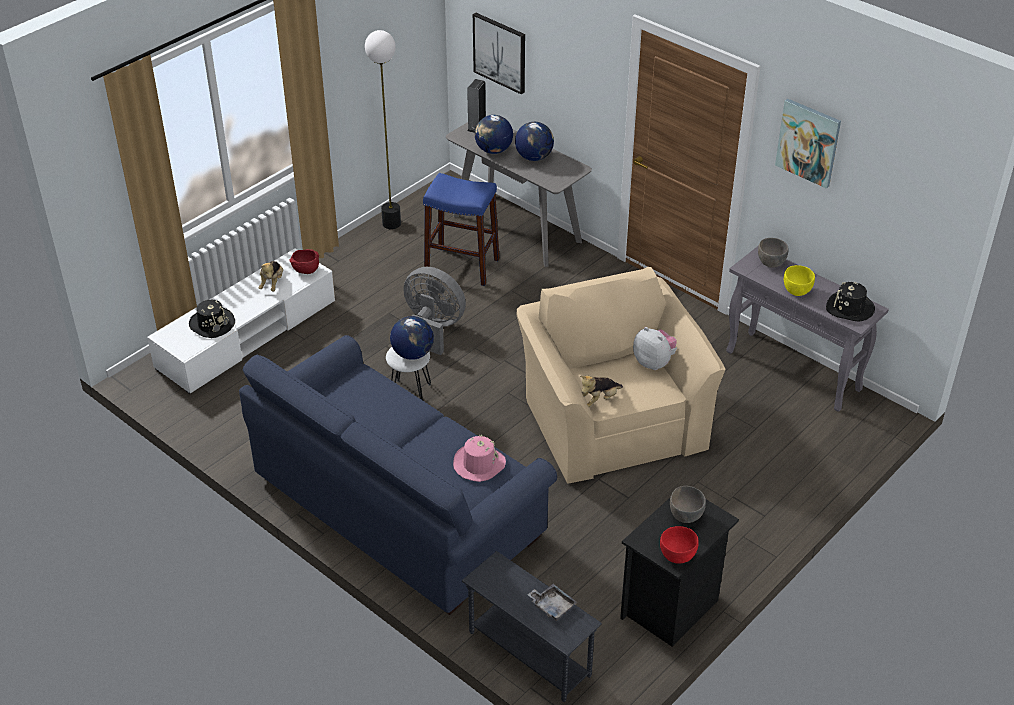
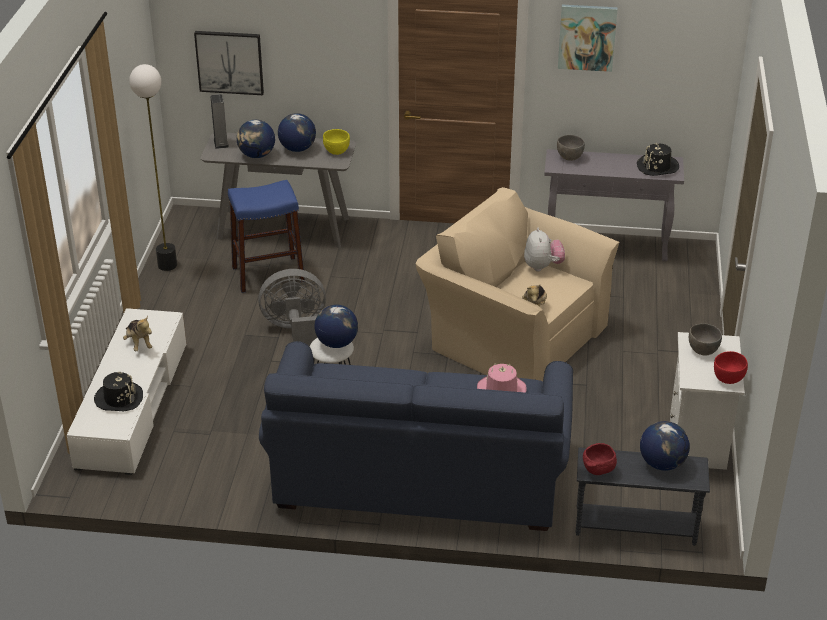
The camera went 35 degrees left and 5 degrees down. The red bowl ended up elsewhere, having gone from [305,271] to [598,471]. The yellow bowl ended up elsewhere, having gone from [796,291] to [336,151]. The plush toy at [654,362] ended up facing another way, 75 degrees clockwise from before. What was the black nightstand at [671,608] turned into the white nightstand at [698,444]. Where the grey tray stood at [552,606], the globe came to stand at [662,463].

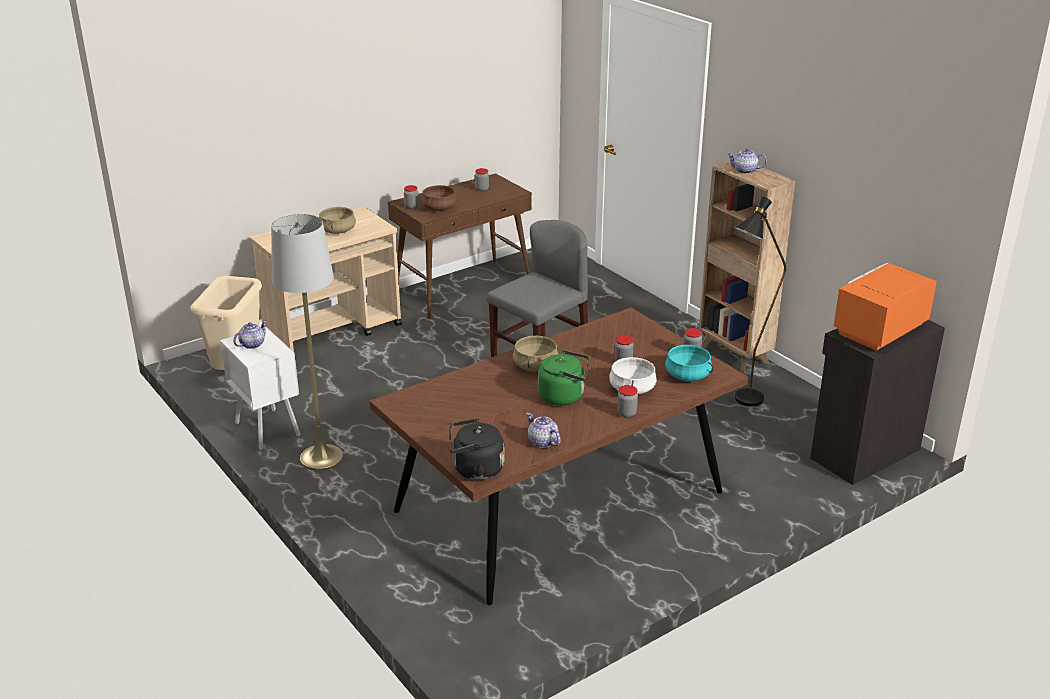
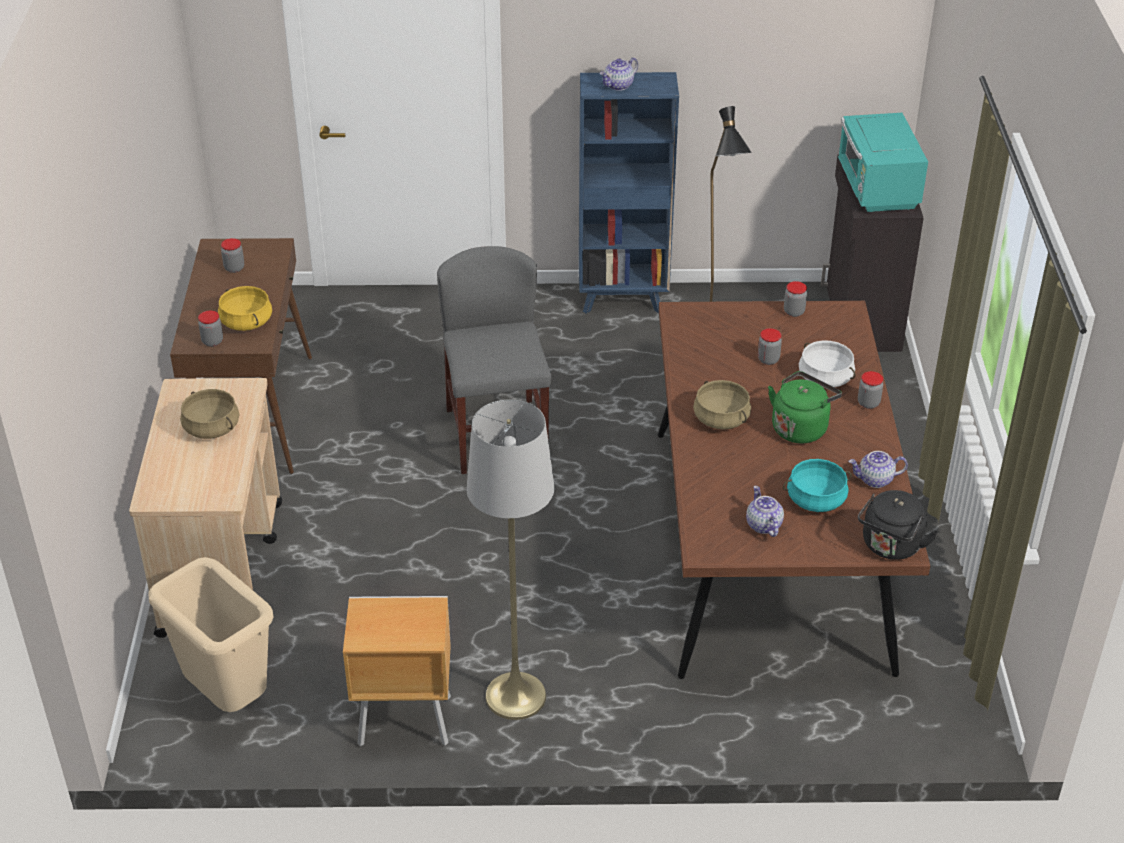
The camera went 55 degrees left and 10 degrees up. What was the brown bookcase at [734,356] turned into the blue bookcase at [623,299]. What was the brown cooking pot at [439,208] turned into the yellow cooking pot at [246,322]. What was the orange microwave at [878,330] turned into the turquoise microwave at [877,188]. The teapot ended up elsewhere, having gone from [252,344] to [763,525]. What was the white nightstand at [268,428] turned into the brown nightstand at [402,720]. The turquoise cooking pot ended up elsewhere, having gone from [688,375] to [816,499].

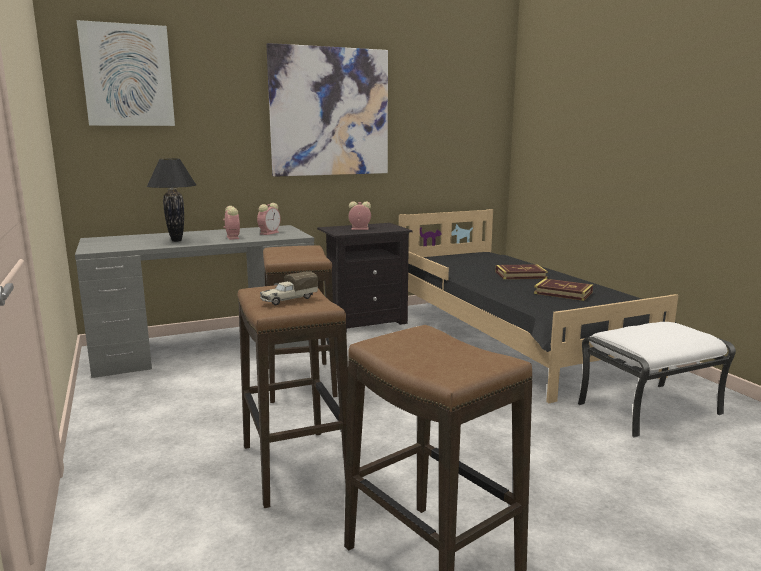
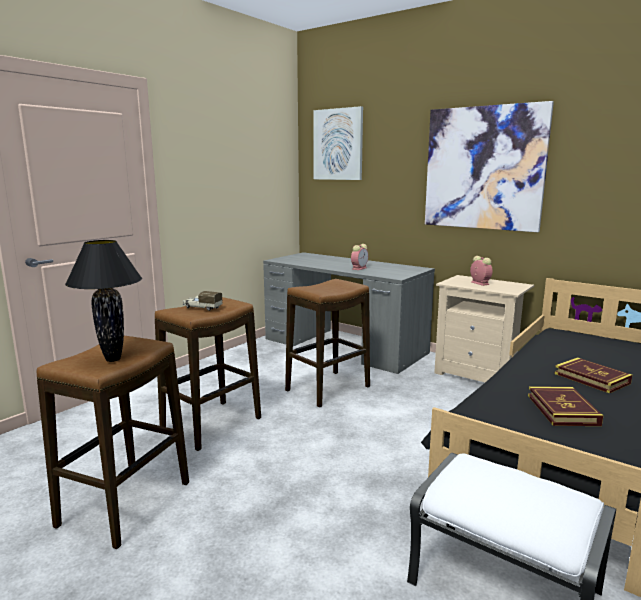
The camera went 60 degrees right and 0 degrees up. The black table lamp ended up elsewhere, having gone from [177,240] to [113,359]. The second view lost the alarm clock at [269,233]. What was the black nightstand at [365,321] turned into the beige nightstand at [478,374].

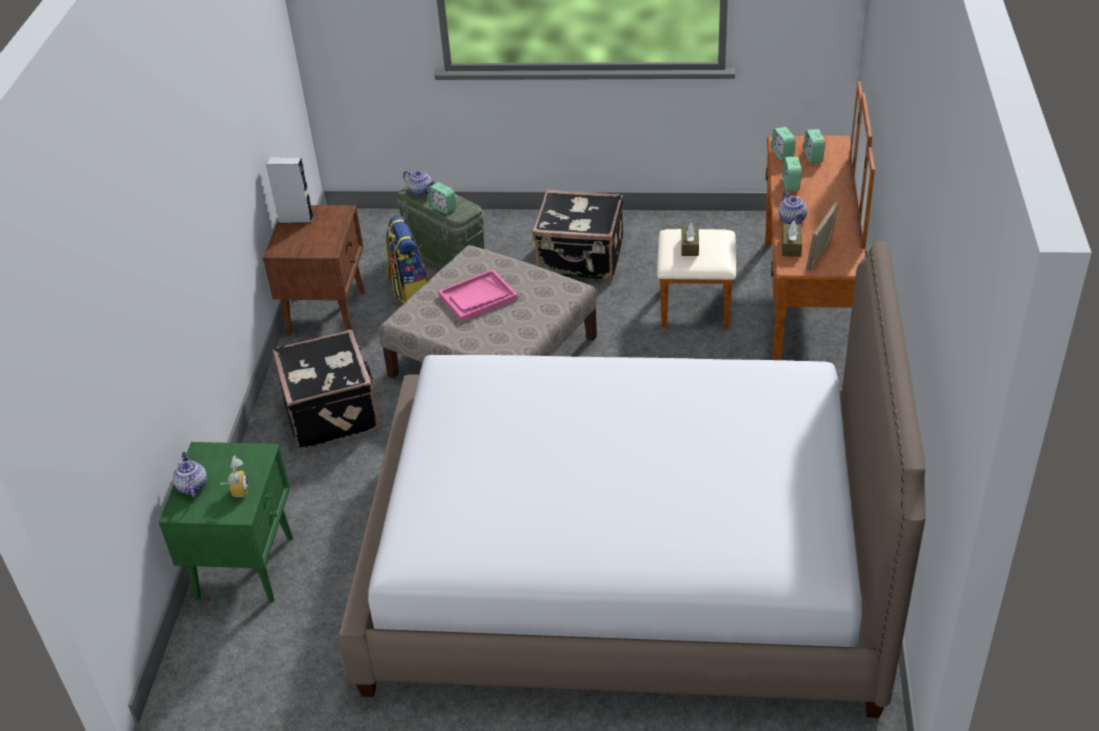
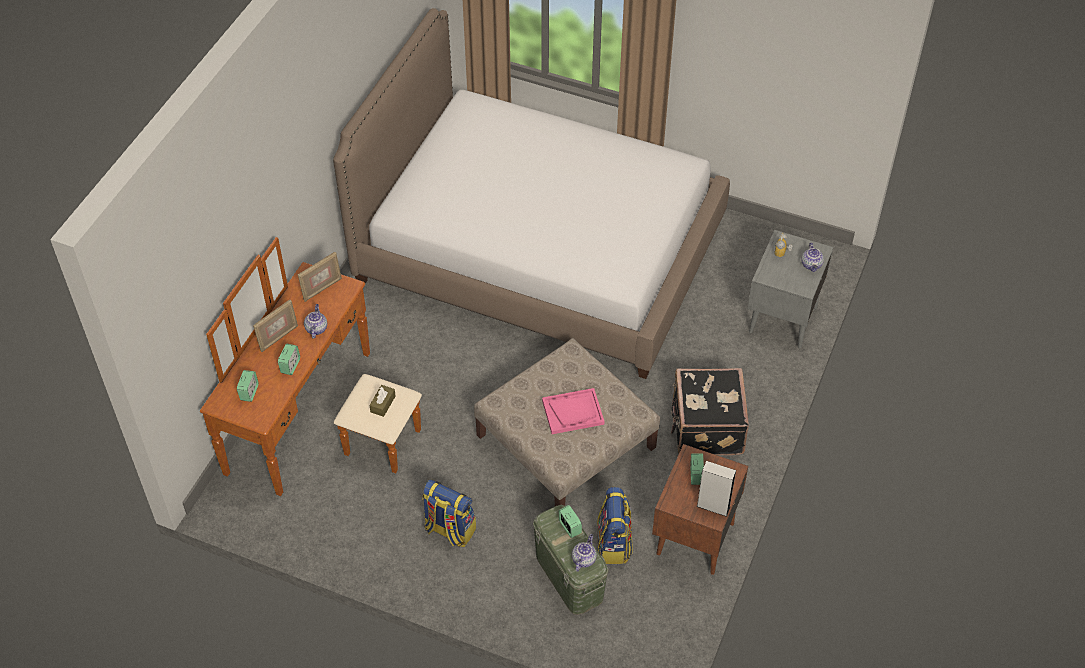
The camera went 165 degrees left and 10 degrees up. The alarm clock ended up elsewhere, having gone from [782,154] to [696,475]. The teapot at [421,191] ended up facing another way, 60 degrees clockwise from before. Where the black suitcase stood at [581,259], the backpack came to stand at [449,530]. The second view lost the brown tissue box at [791,246]. What was the green nightstand at [246,566] turned into the grey nightstand at [782,320]. The second view gained the picture frame at [278,337].

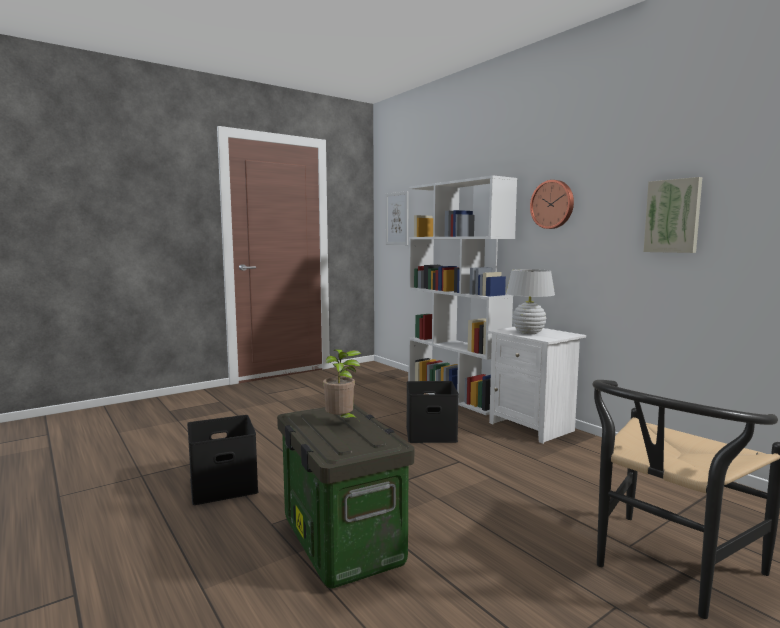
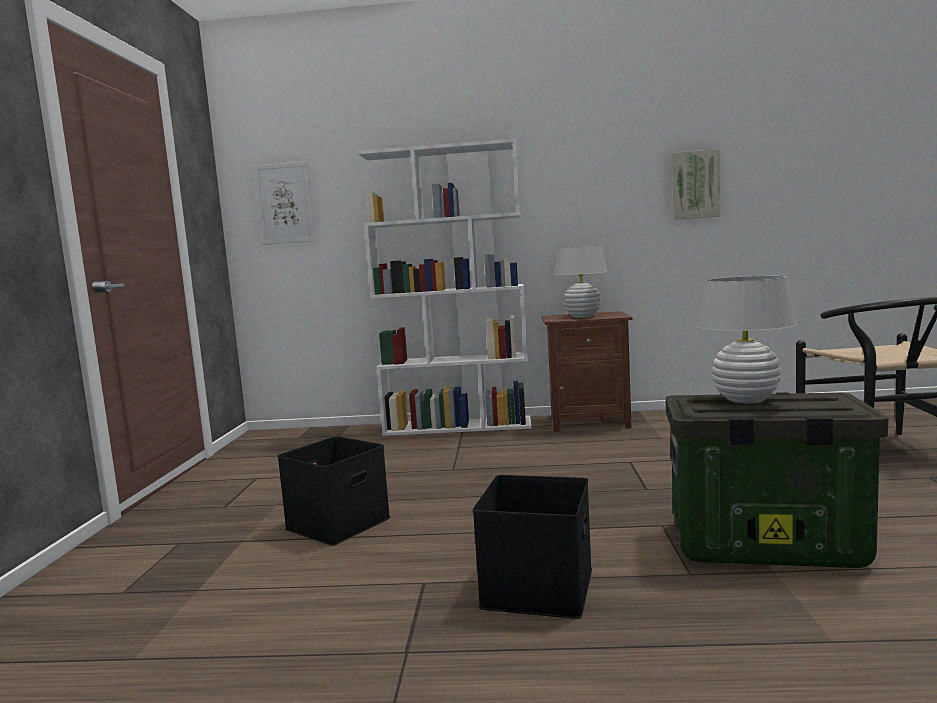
The camera went 50 degrees left and 0 degrees up. The second view lost the wall clock at [553,204]. What was the white nightstand at [532,426] turned into the brown nightstand at [588,422]. Where the potted plant stood at [341,421], the white table lamp came to stand at [746,399]. The black storage box ended up elsewhere, having gone from [432,433] to [338,522].

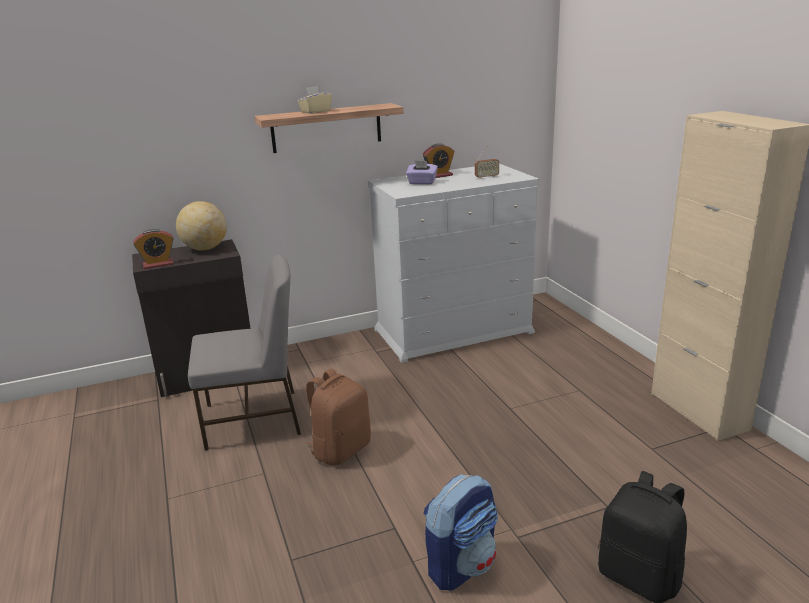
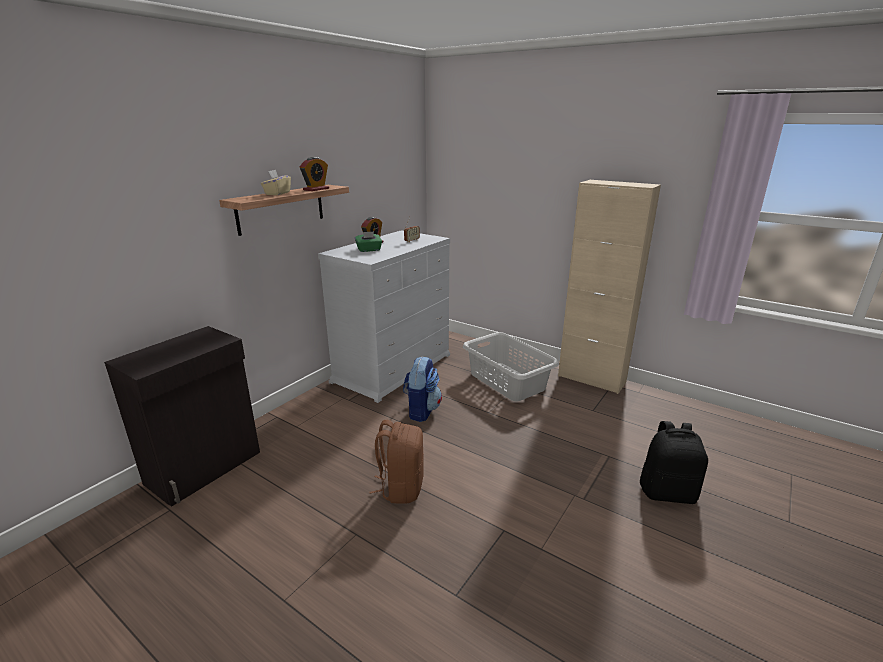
The camera went 35 degrees left and 0 degrees up. What was the purple tissue box at [422,182] turned into the green tissue box at [369,250]. The second view lost the globe at [205,248]. The alarm clock ended up elsewhere, having gone from [158,264] to [316,189]. The second view lost the grey chair at [255,419]. The backpack ended up elsewhere, having gone from [461,565] to [421,410]. The second view gained the grey laundry basket at [507,381].

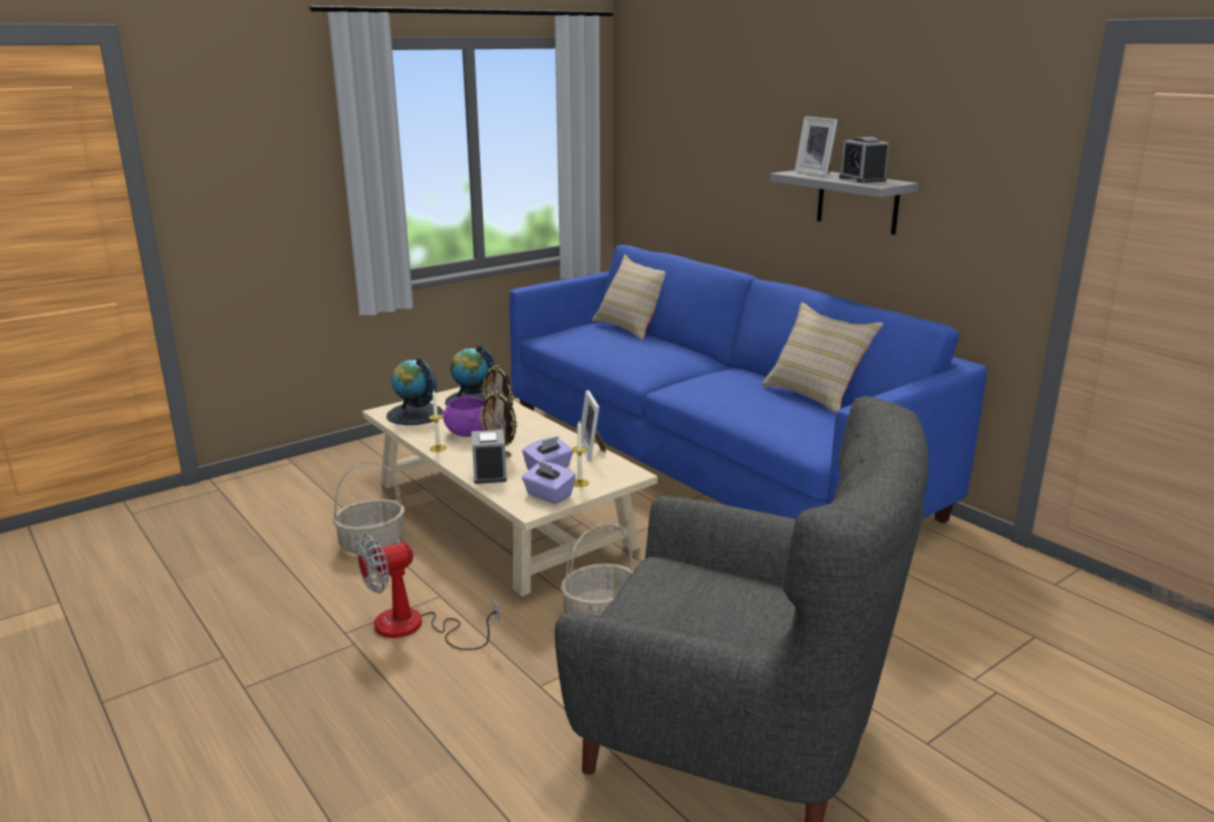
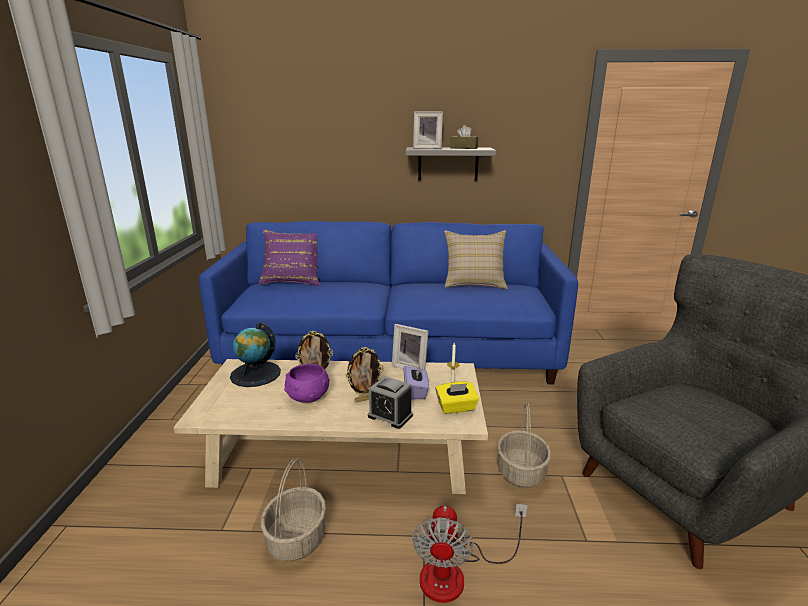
The camera went 50 degrees left and 0 degrees up. Where the alarm clock stood at [862,179], the brown tissue box came to stand at [464,148]. What was the beige pillow at [632,327] turned into the purple pillow at [293,280]. The second view lost the globe at [414,414]. The second view lost the candle at [438,448]. What was the purple tissue box at [548,495] turned into the yellow tissue box at [456,408].

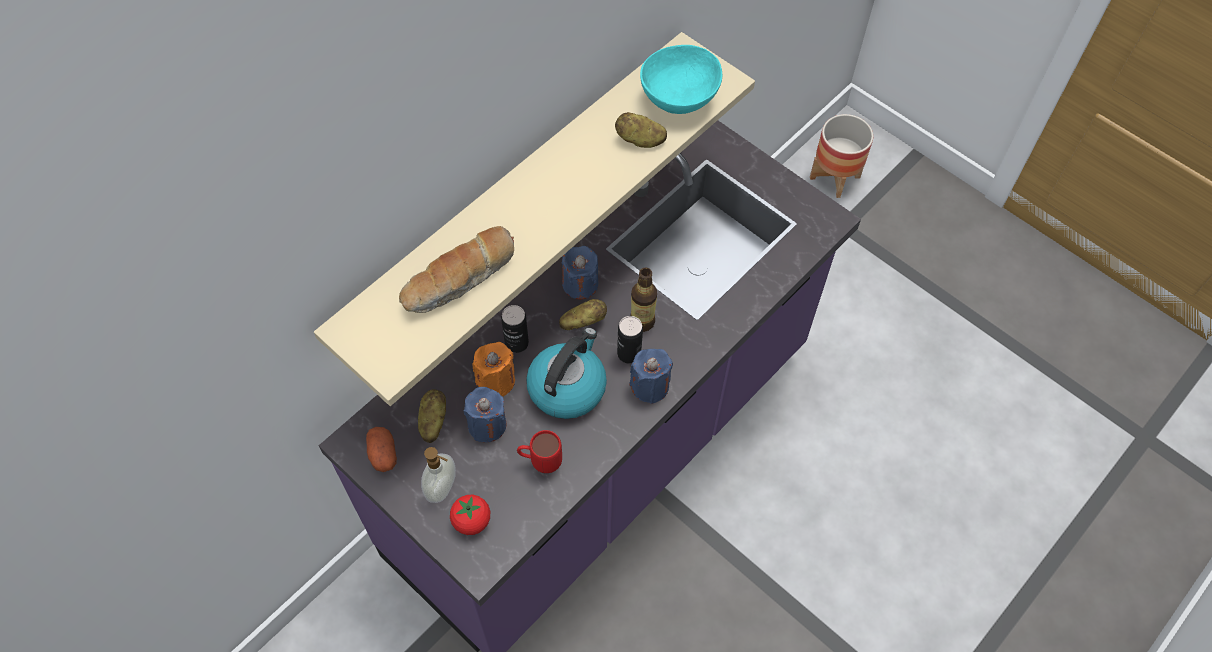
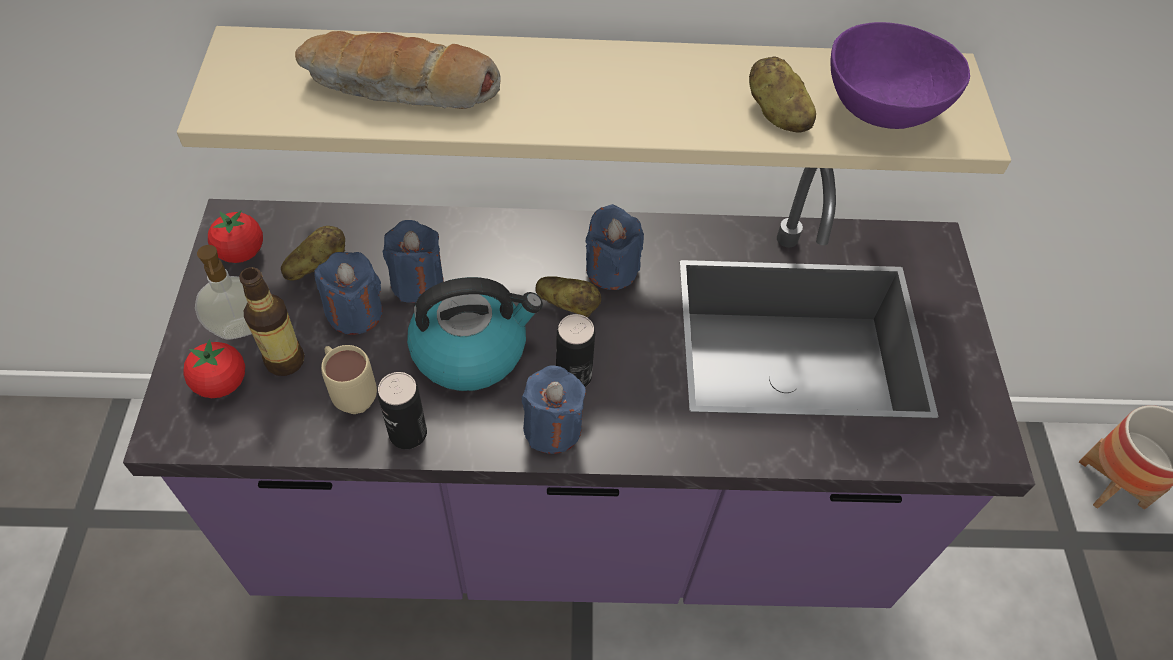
The camera went 45 degrees right and 5 degrees down. What was the turquoise bowl at [681,99] turned into the purple bowl at [883,111]. The bottle ended up elsewhere, having gone from [642,321] to [285,361]. The can ended up elsewhere, having gone from [516,343] to [408,433]. What was the orange candle at [496,380] turned into the blue candle at [417,282]. Where the potato stood at [382,454], the tomato came to stand at [241,252]. What was the red mug at [540,462] turned into the beige mug at [351,394].

